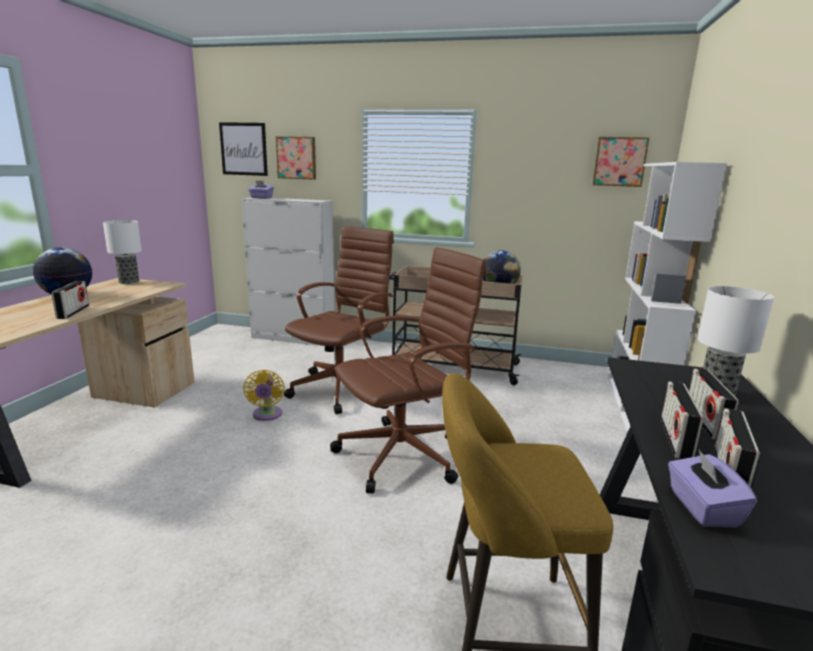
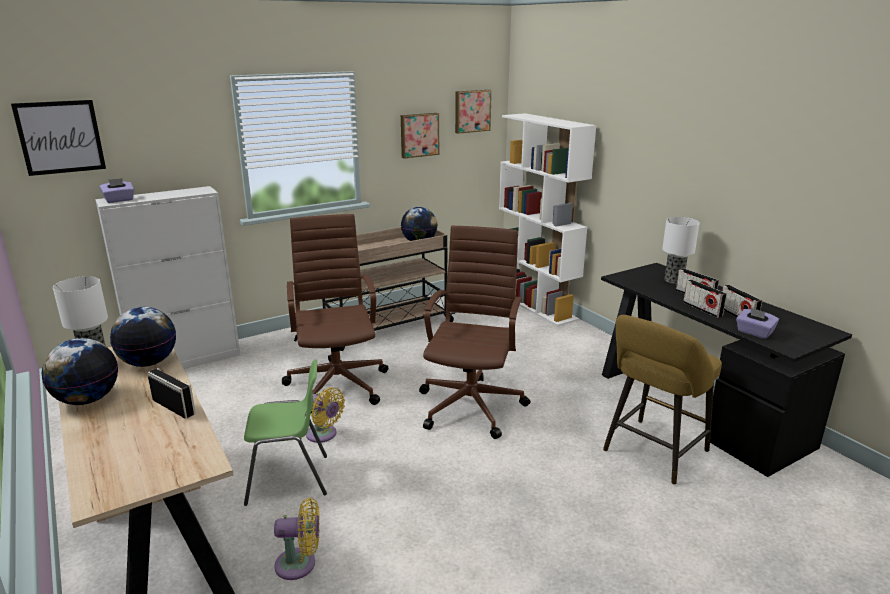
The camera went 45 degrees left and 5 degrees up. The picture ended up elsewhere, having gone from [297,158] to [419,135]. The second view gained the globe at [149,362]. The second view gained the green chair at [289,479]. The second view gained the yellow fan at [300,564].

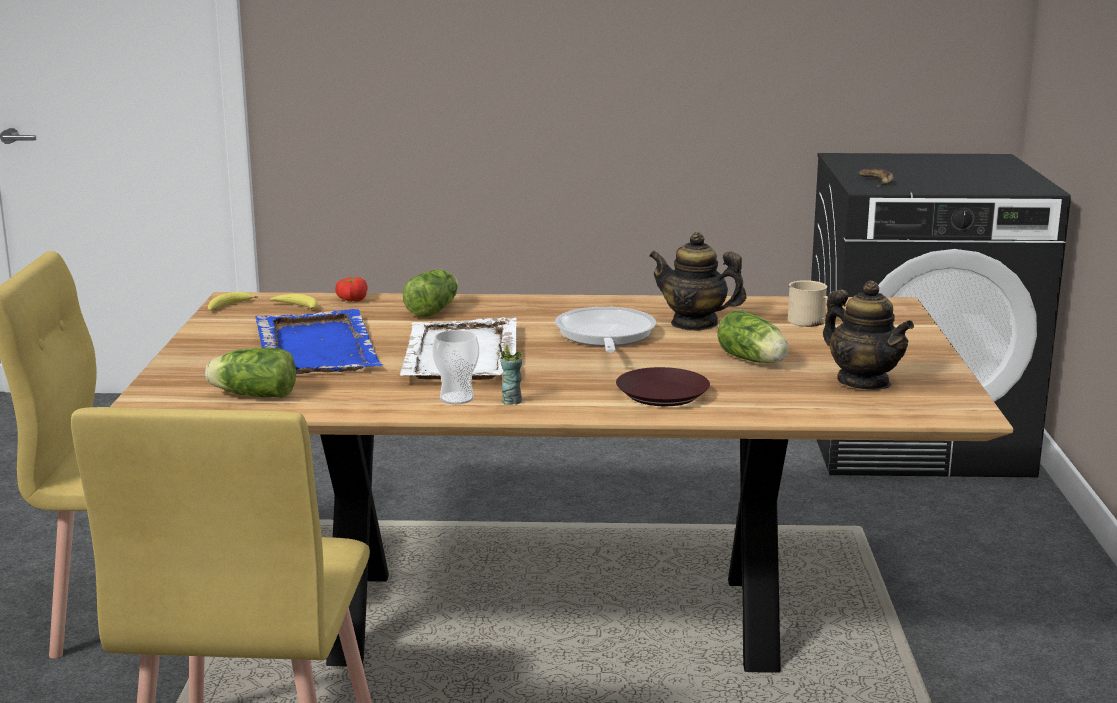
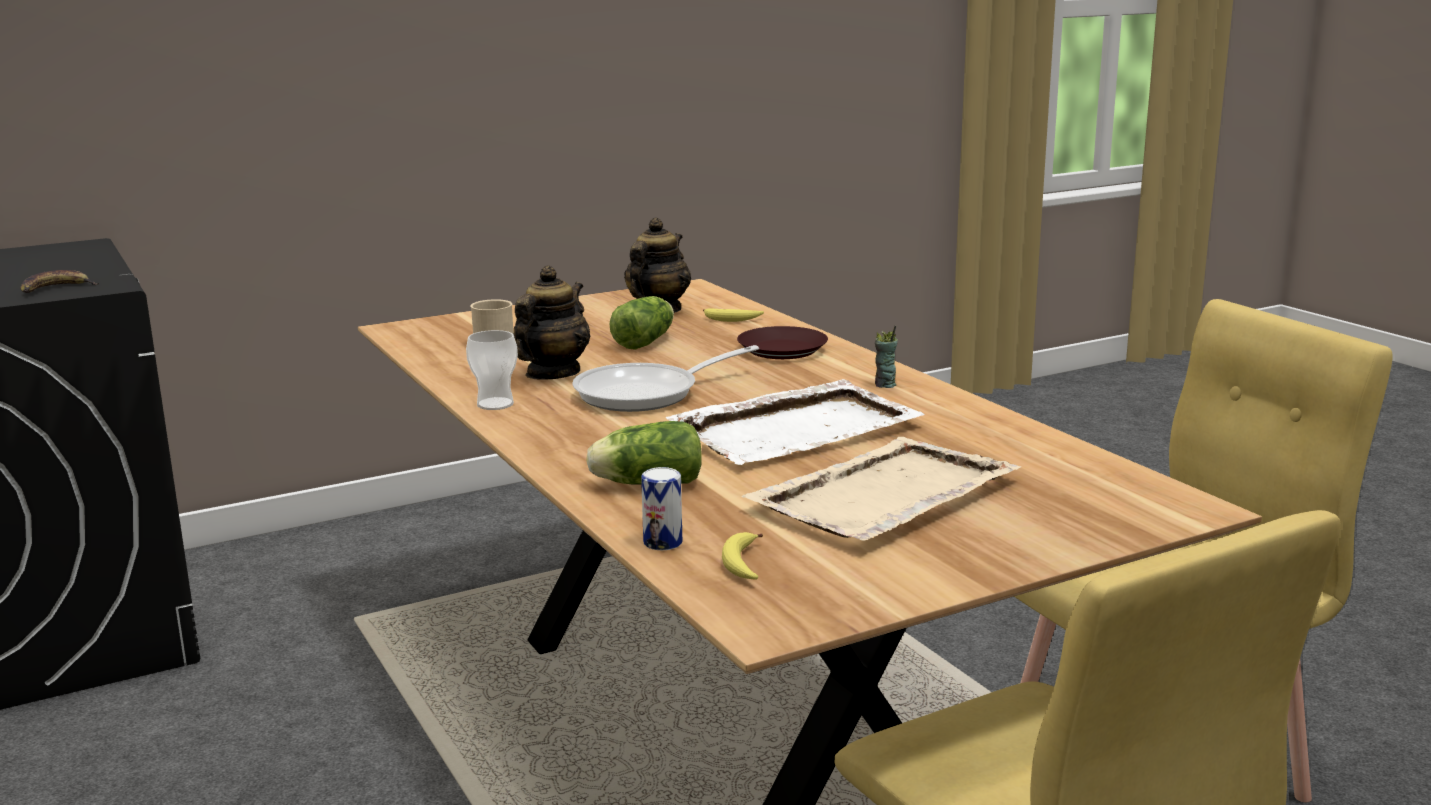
The camera went 120 degrees left and 0 degrees up. The teapot at [694,324] ended up facing another way, 150 degrees counterclockwise from before. Where the tomato stood at [351,300], the can came to stand at [662,542]. The banana ended up elsewhere, having gone from [228,306] to [732,319]. What was the blue tray at [316,347] turned into the beige tray at [881,496]. The cup ended up elsewhere, having gone from [456,398] to [495,404]. The second view lost the lettuce at [251,395].

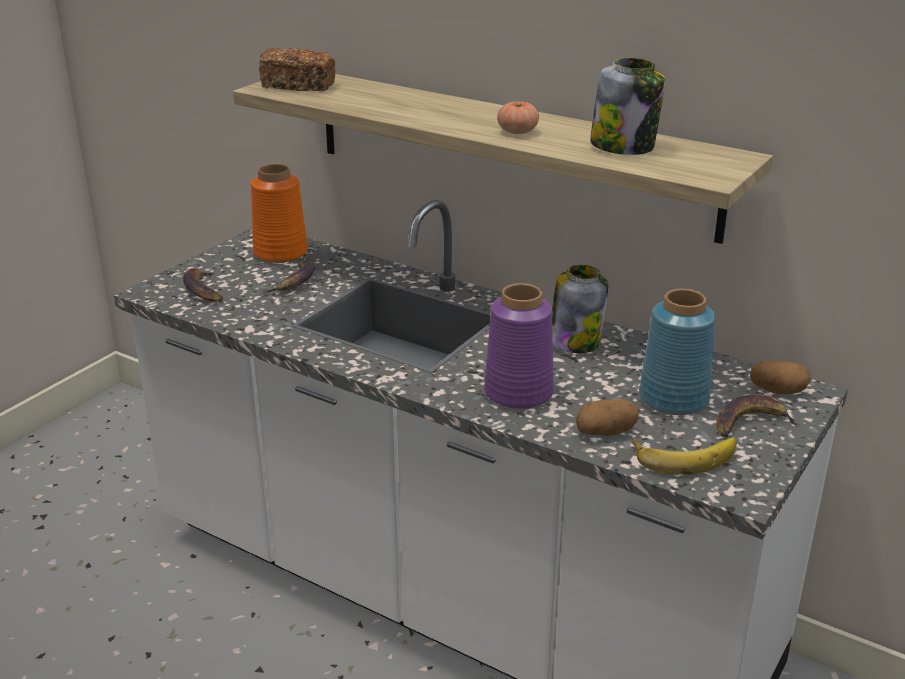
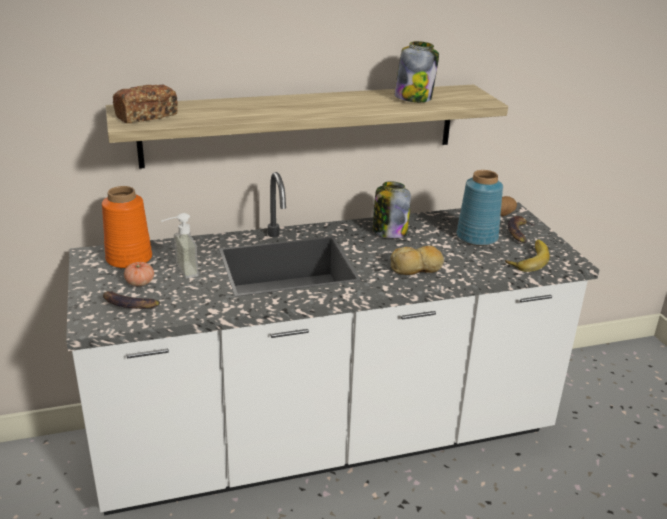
The camera went 50 degrees left and 0 degrees up. The tomato ended up elsewhere, having gone from [517,131] to [140,283]. Where the banana stood at [295,282], the soap dispenser came to stand at [180,271]. Where the purple vase stood at [518,392], the bread came to stand at [417,268]. The second view lost the potato at [605,432].

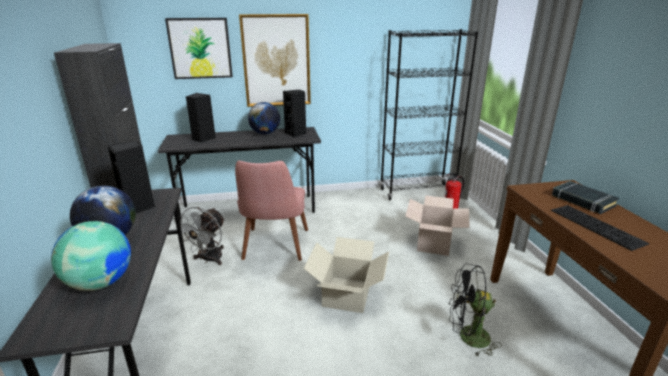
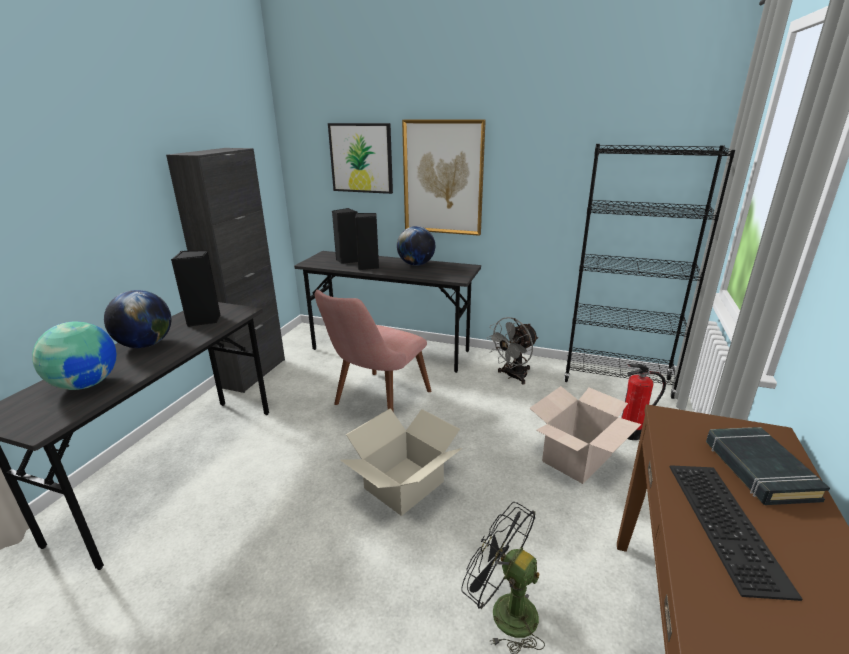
The camera went 30 degrees right and 0 degrees up. The black speaker ended up elsewhere, having gone from [296,134] to [368,266]. The grey fan ended up elsewhere, having gone from [209,260] to [512,376].

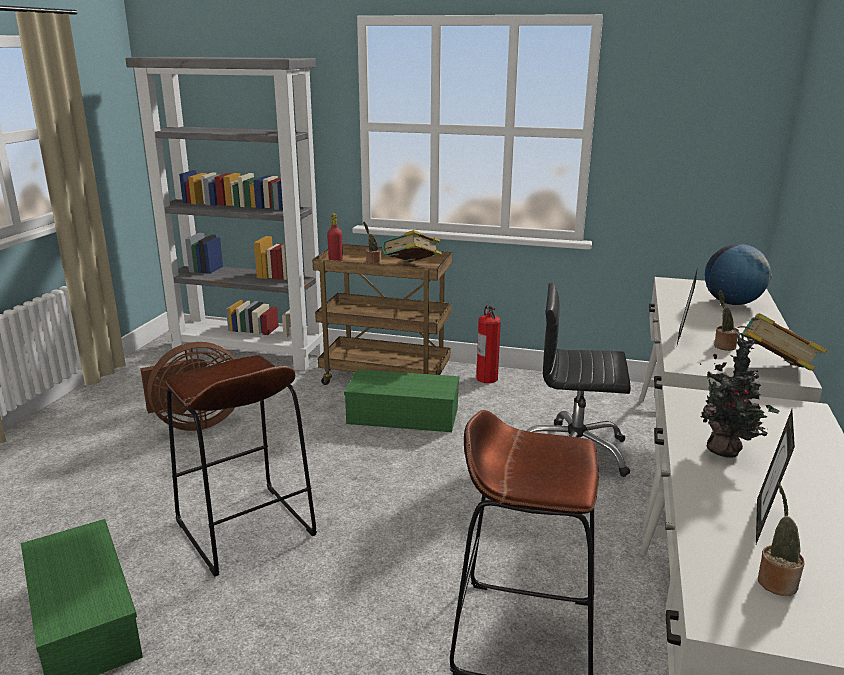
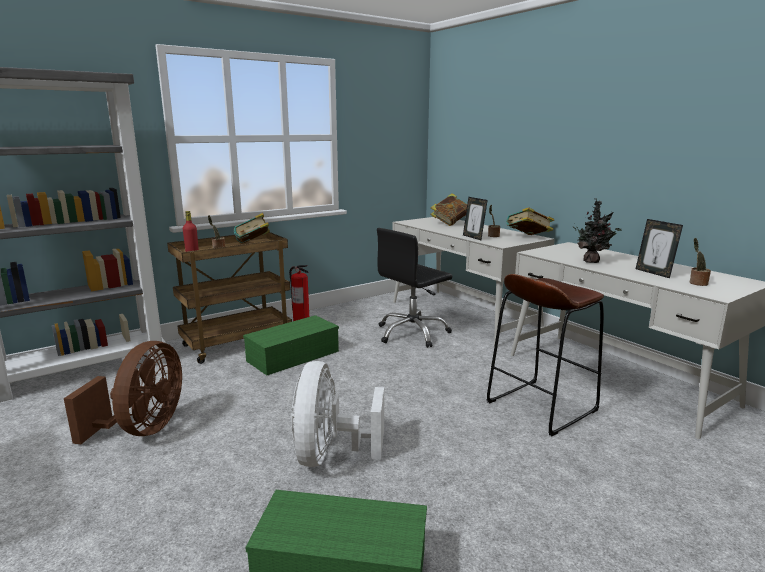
The camera went 50 degrees left and 5 degrees down. Where the globe stood at [732,303], the book came to stand at [450,223]. Where the brown stool stood at [245,529], the white fan came to stand at [330,455].

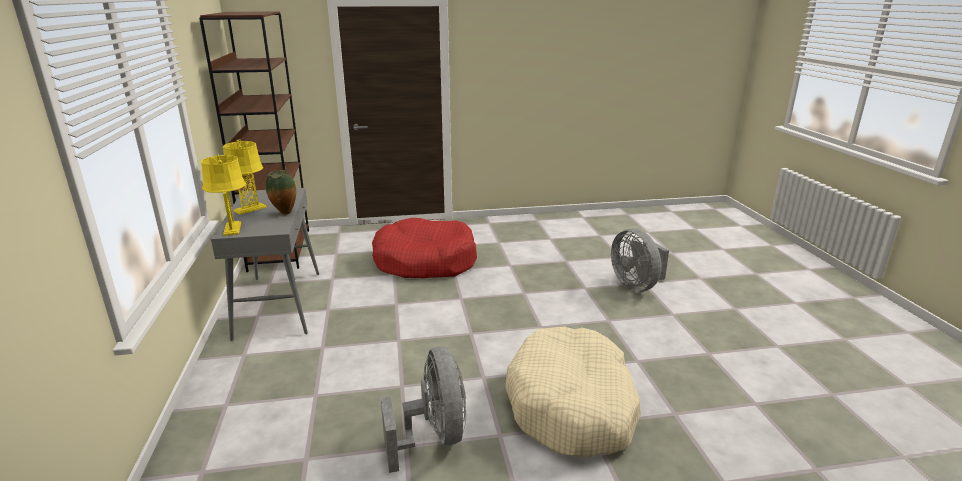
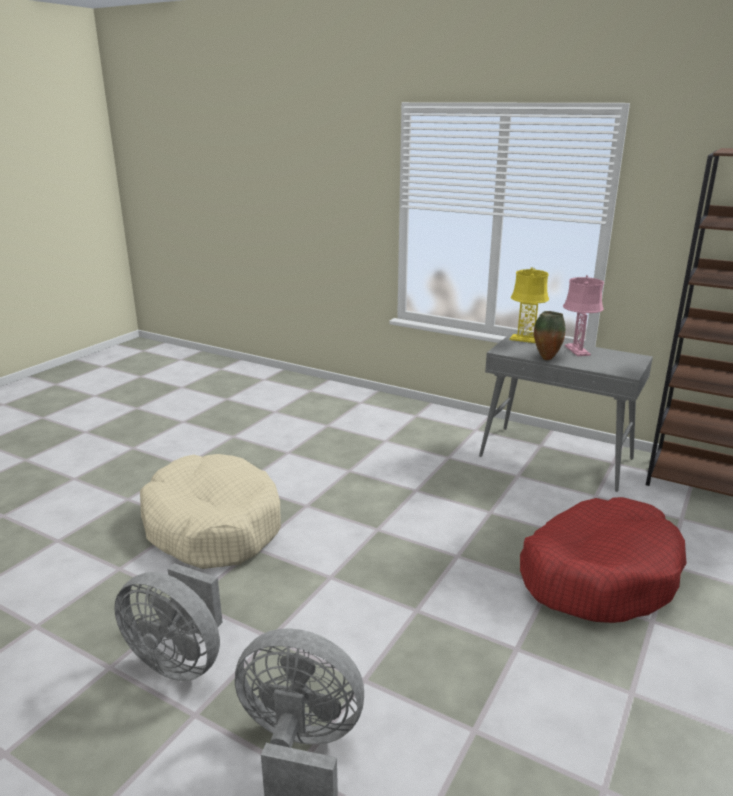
The camera went 130 degrees right and 0 degrees up. What was the yellow table lamp at [250,209] turned into the pink table lamp at [577,350]. The grey fan ended up elsewhere, having gone from [433,437] to [179,660].

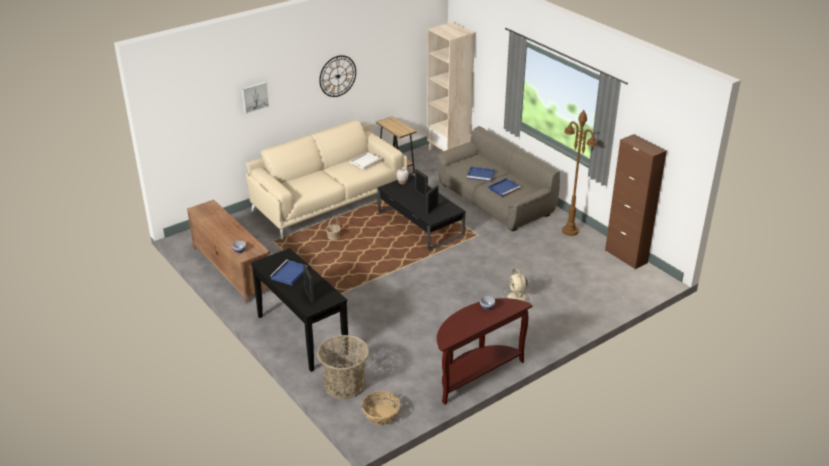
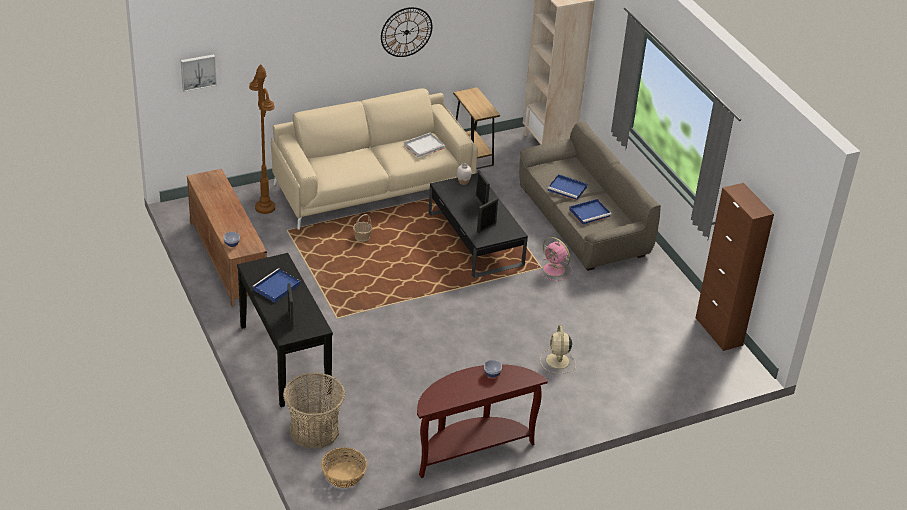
The camera went 10 degrees right and 5 degrees up. The picture ended up elsewhere, having gone from [254,97] to [198,72]. The brown floor lamp ended up elsewhere, having gone from [570,231] to [265,208]. The second view gained the pink fan at [555,270].

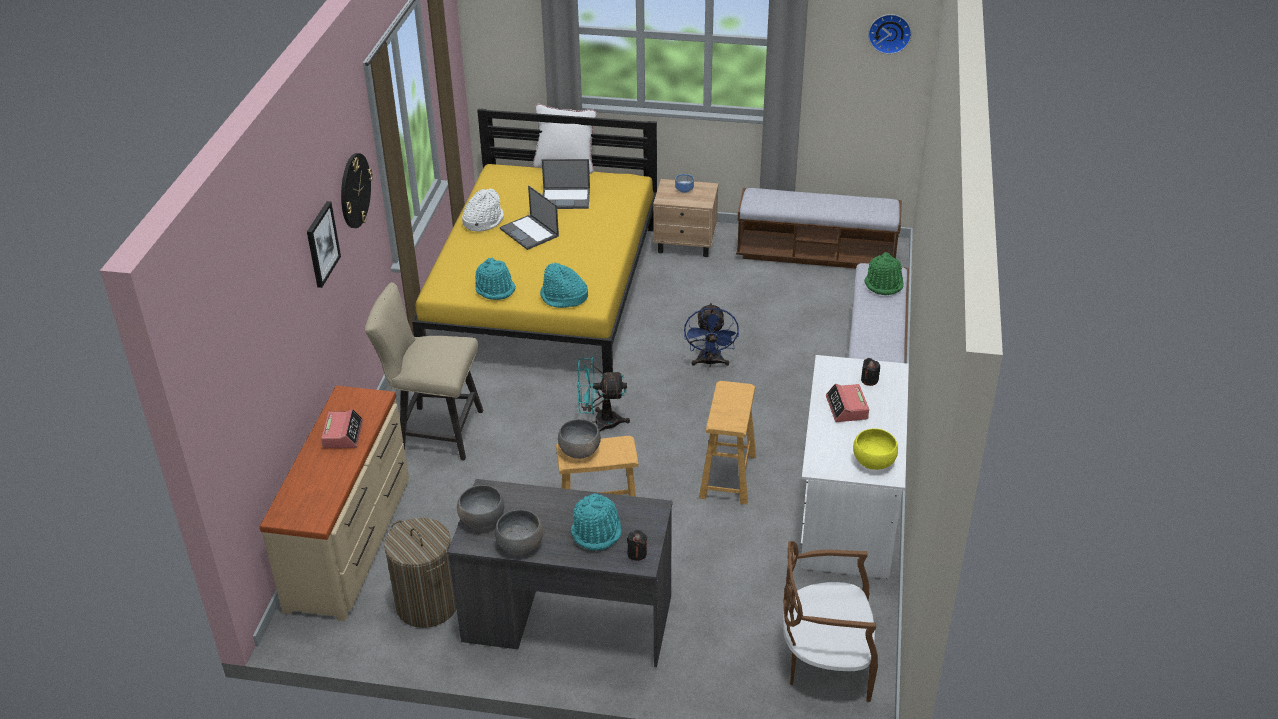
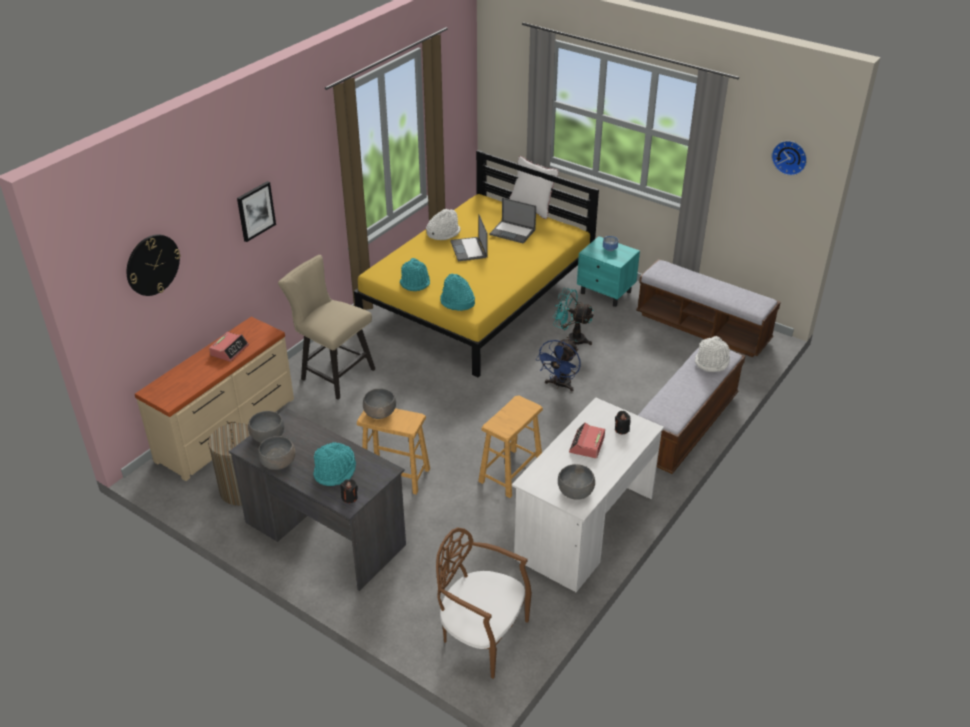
The camera went 25 degrees right and 0 degrees up. The wall clock ended up elsewhere, having gone from [354,190] to [152,264]. What was the beige nightstand at [686,244] turned into the turquoise nightstand at [606,293]. What was the green hat at [884,283] turned into the white hat at [712,362]. The turquoise fan ended up elsewhere, having gone from [599,422] to [571,339]. What was the yellow bowl at [874,461] turned into the grey bowl at [575,491].

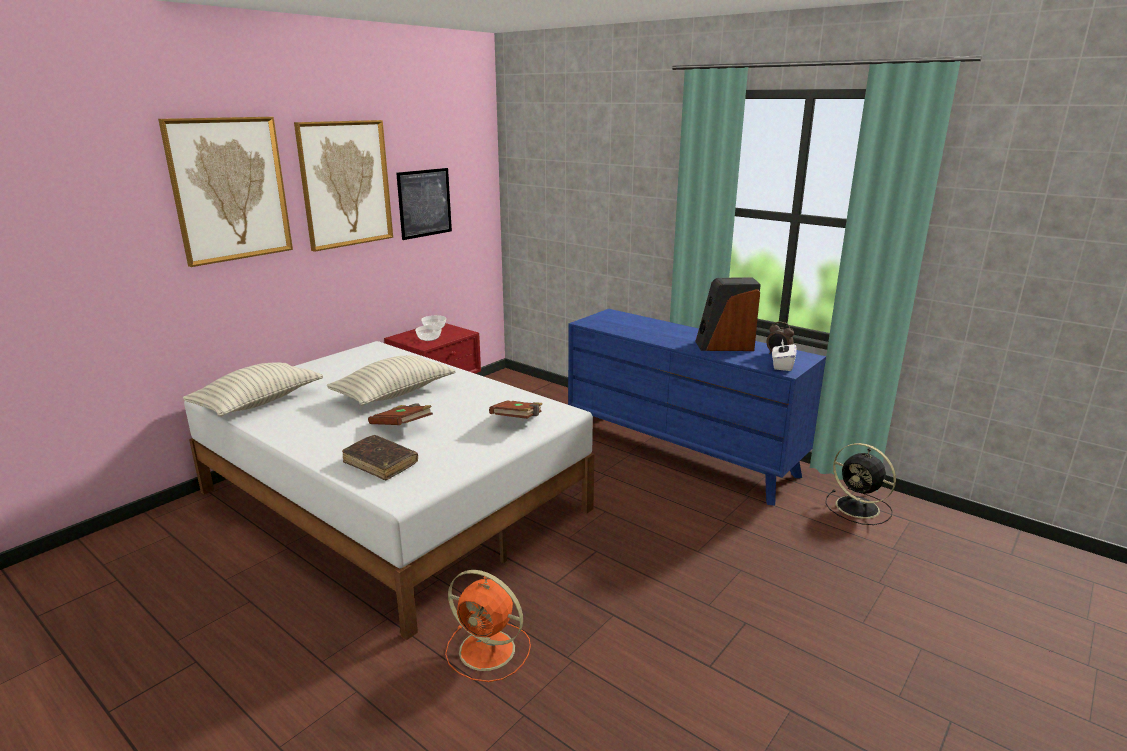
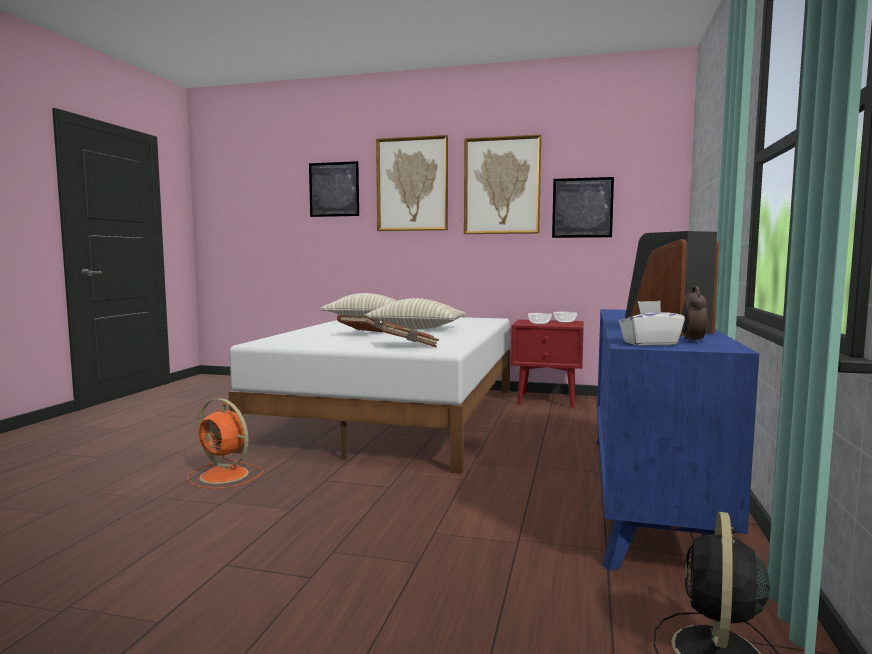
The camera went 65 degrees right and 15 degrees down. The second view lost the brown book at [380,463]. The orange fan at [489,650] ended up facing another way, 60 degrees counterclockwise from before. The second view gained the picture at [334,189].

